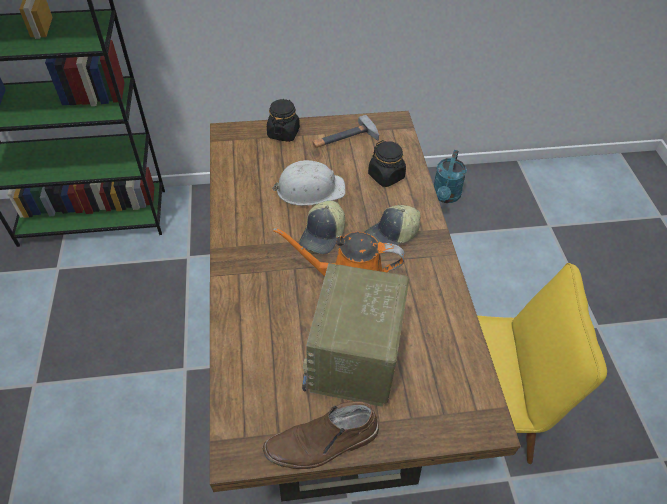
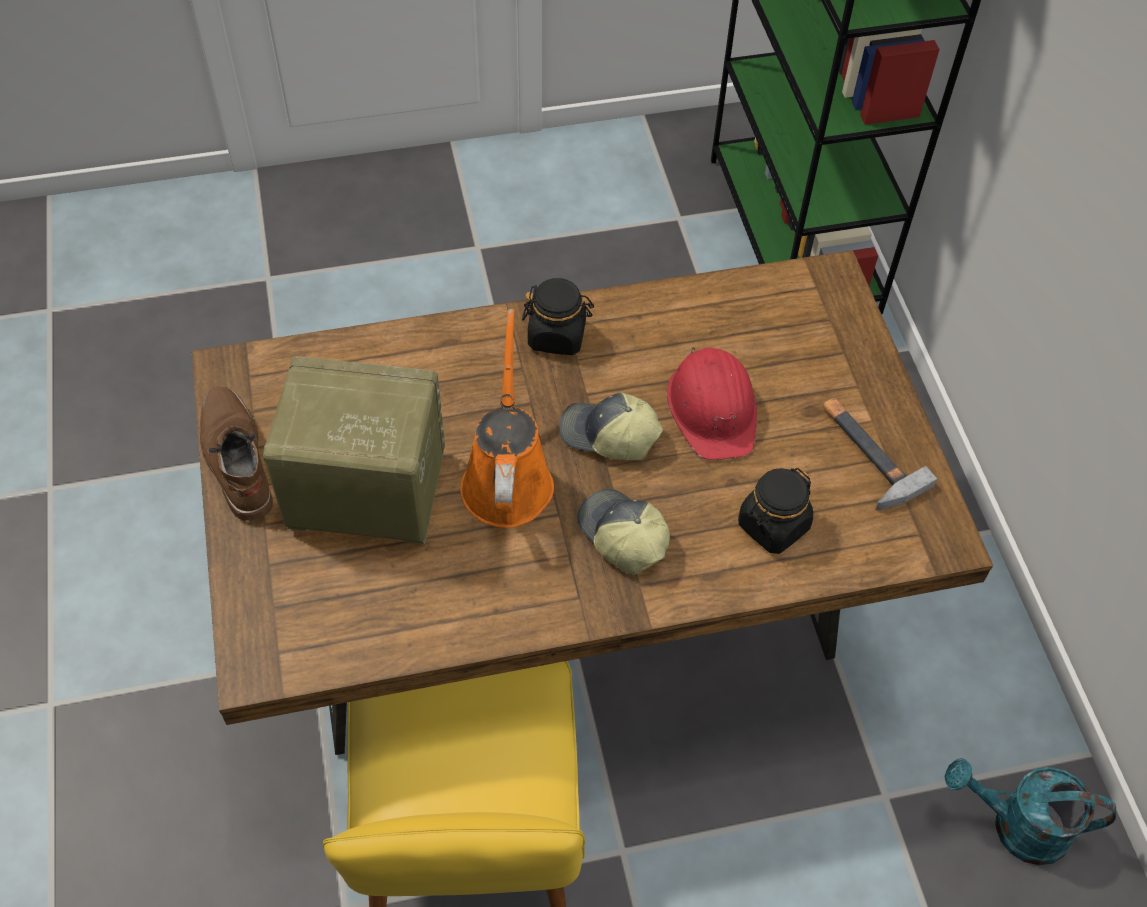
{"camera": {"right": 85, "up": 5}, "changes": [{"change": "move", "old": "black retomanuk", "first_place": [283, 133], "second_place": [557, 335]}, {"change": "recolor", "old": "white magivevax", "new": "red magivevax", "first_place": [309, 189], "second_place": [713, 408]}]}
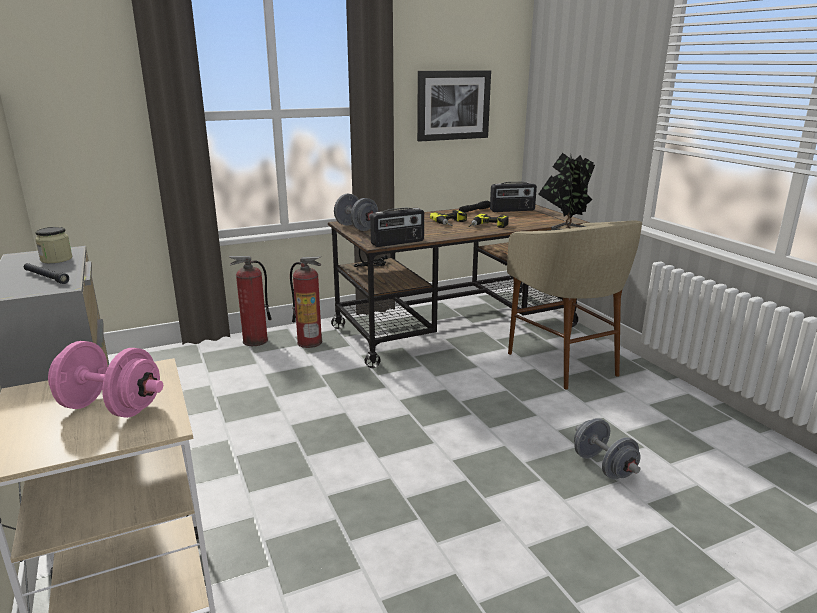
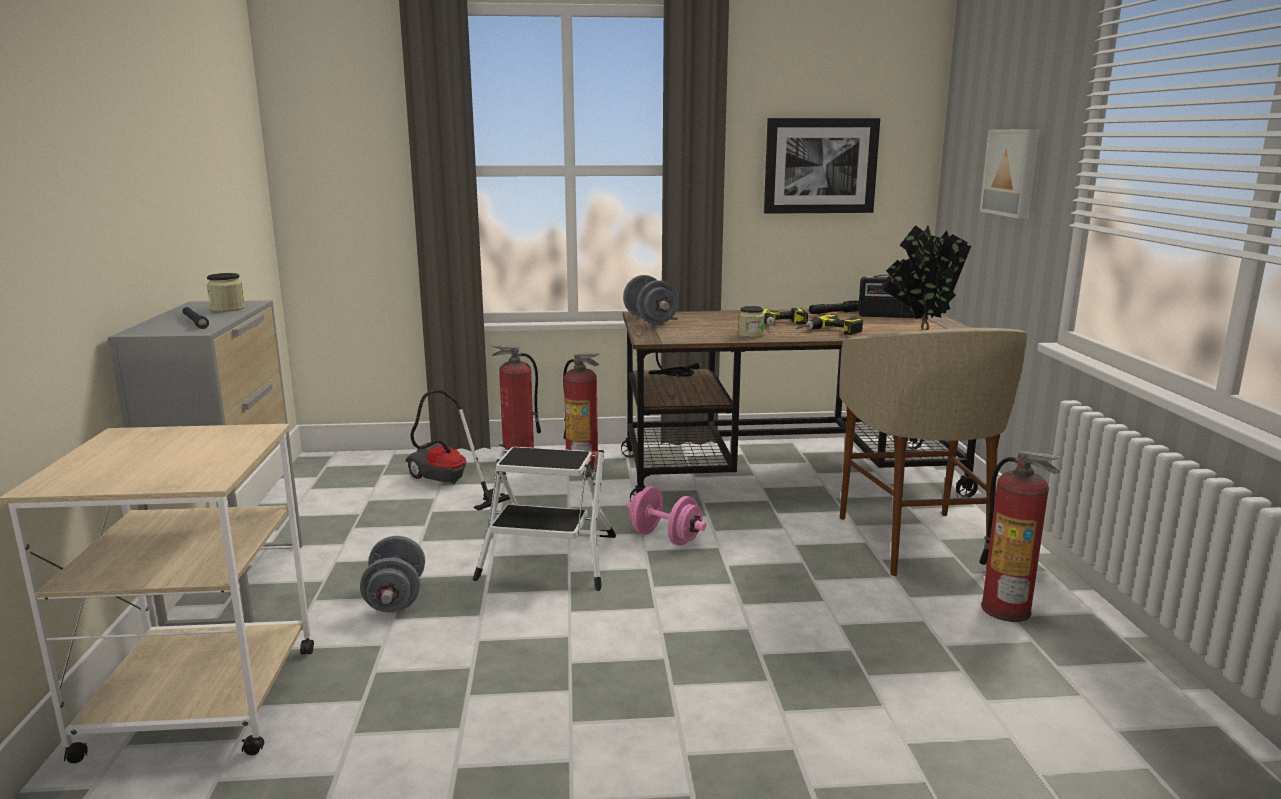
{"camera": {"right": 20, "up": -5}, "changes": [{"change": "move", "old": "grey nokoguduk", "first_place": [603, 466], "second_place": [395, 598]}, {"change": "insert", "new": "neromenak", "second_place": [447, 484]}, {"change": "insert", "new": "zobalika", "second_place": [550, 558]}, {"change": "move", "old": "pink nokoguduk", "first_place": [111, 408], "second_place": [665, 538]}, {"change": "insert", "new": "retomanuk", "second_place": [751, 335]}, {"change": "insert", "new": "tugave", "second_place": [1006, 609]}, {"change": "insert", "new": "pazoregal", "second_place": [1013, 172]}, {"change": "delete", "old": "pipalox", "first_place": [398, 243]}]}
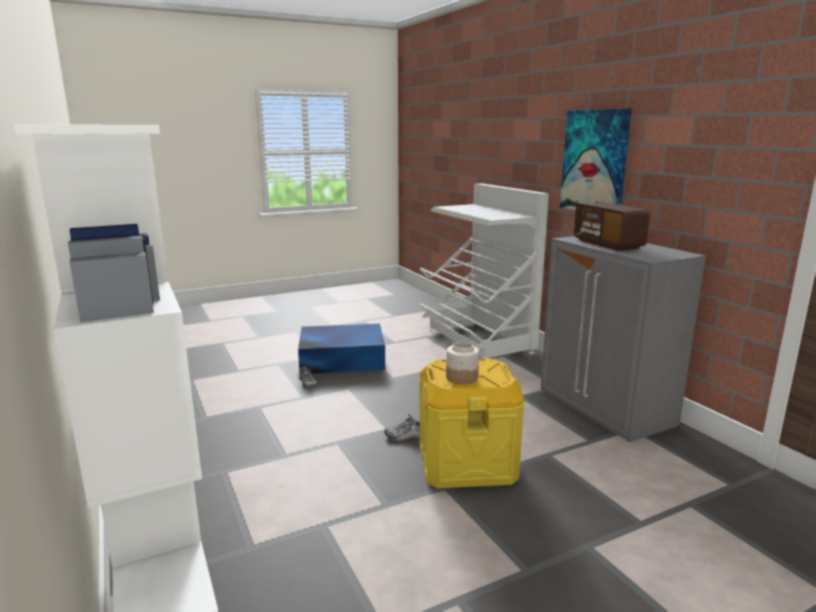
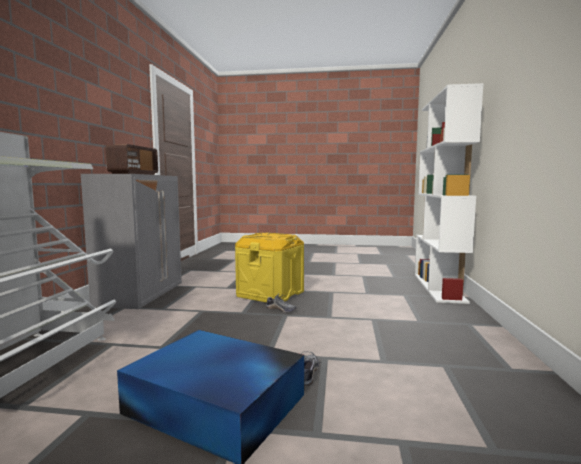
{"camera": {"right": -145, "up": -10}, "changes": [{"change": "delete", "old": "retomanuk", "first_place": [461, 377]}, {"change": "delete", "old": "pazoregal", "first_place": [595, 161]}]}
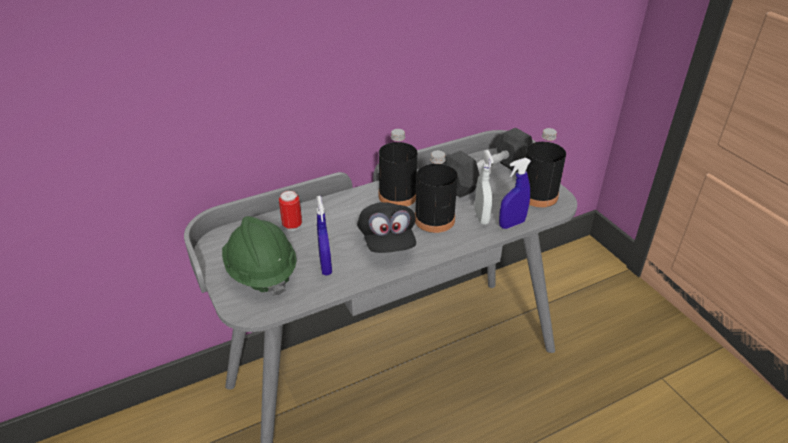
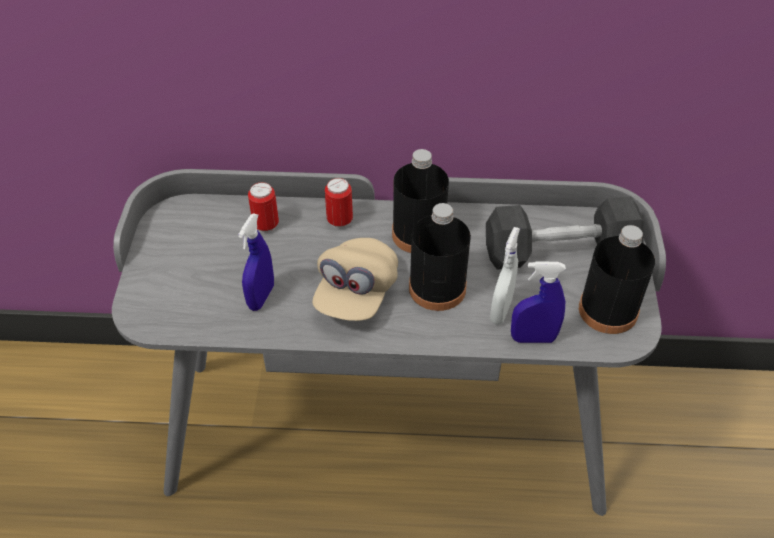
{"camera": {"right": 30, "up": 10}, "changes": [{"change": "recolor", "old": "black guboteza", "new": "beige guboteza", "first_place": [387, 241], "second_place": [356, 293]}, {"change": "insert", "new": "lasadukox", "second_place": [340, 221]}, {"change": "delete", "old": "green magivevax", "first_place": [261, 271]}]}
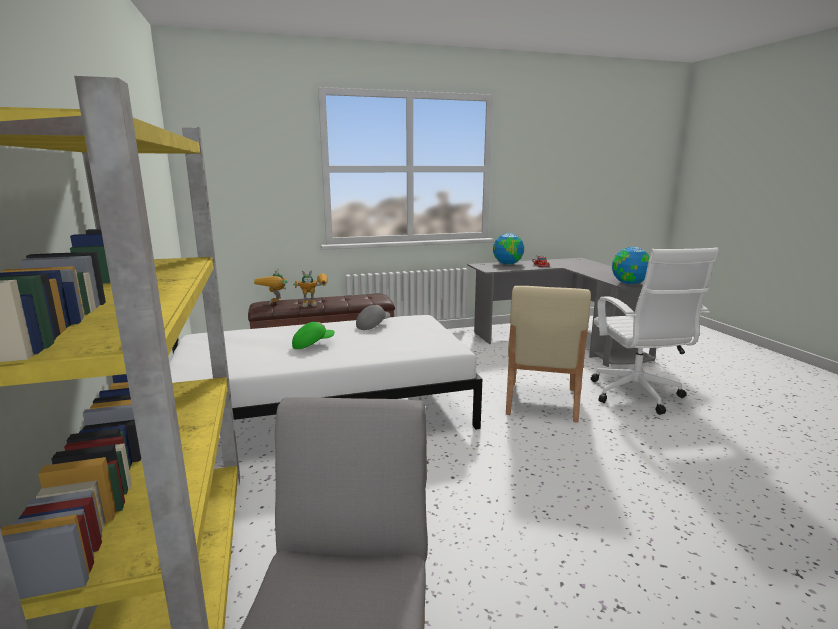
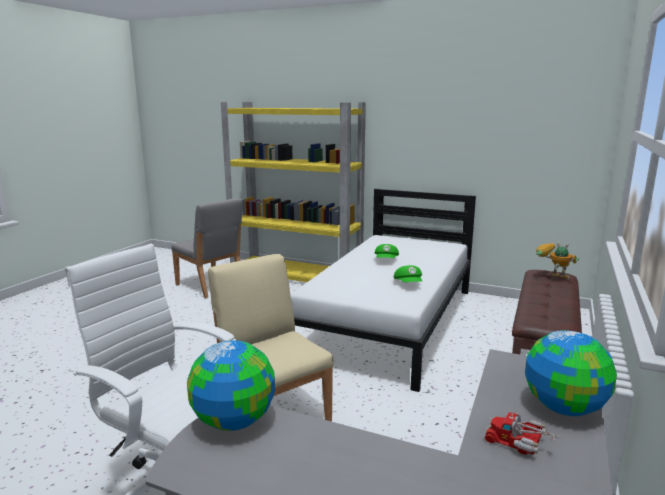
{"camera": {"right": 130, "up": 0}, "changes": [{"change": "recolor", "old": "grey guboteza", "new": "green guboteza", "first_place": [373, 325], "second_place": [408, 284]}, {"change": "delete", "old": "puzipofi", "first_place": [315, 304]}]}
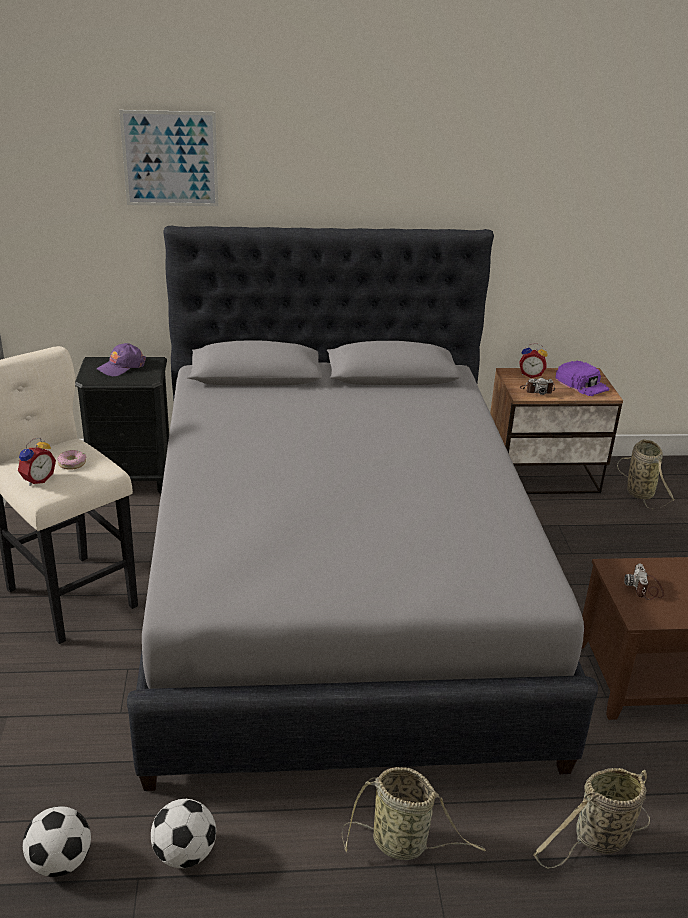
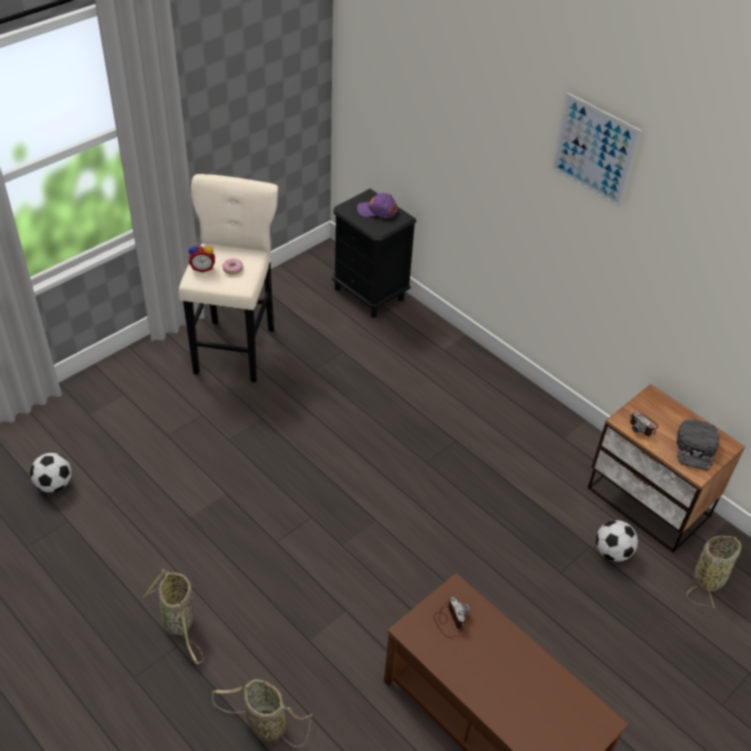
{"camera": {"right": 50, "up": 15}, "changes": [{"change": "rotate", "old": "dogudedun", "first_place": [645, 588], "second_place": [450, 620], "degrees": 105}, {"change": "move", "old": "pazoregal", "first_place": [170, 159], "second_place": [594, 150]}, {"change": "move", "old": "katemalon", "first_place": [185, 853], "second_place": [612, 552]}, {"change": "recolor", "old": "purple guboteza", "new": "black guboteza", "first_place": [582, 383], "second_place": [696, 448]}, {"change": "delete", "old": "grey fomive", "first_place": [339, 587]}, {"change": "delete", "old": "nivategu", "first_place": [531, 375]}]}
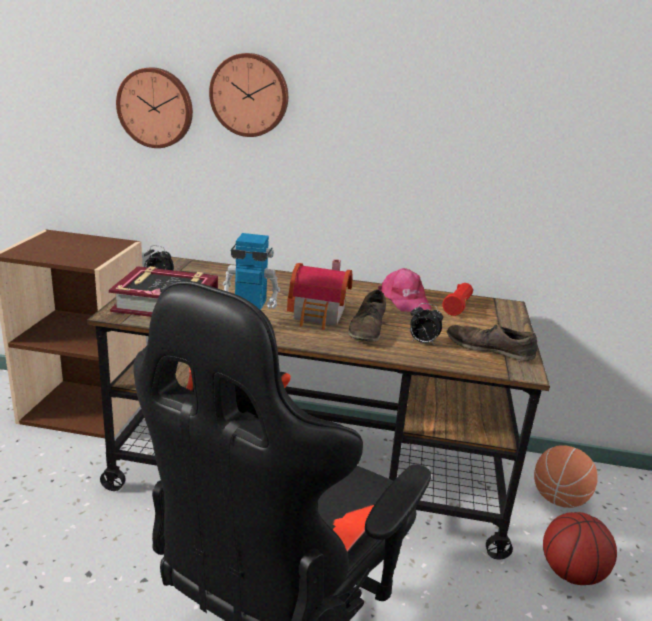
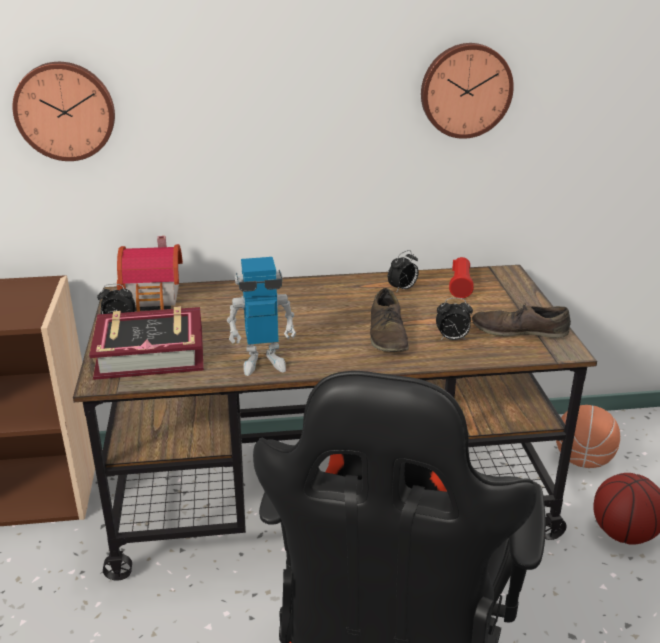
{"camera": {"right": -15, "up": 5}, "changes": [{"change": "move", "old": "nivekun", "first_place": [320, 315], "second_place": [155, 297]}, {"change": "replace", "old": "pink guboteza", "new": "nivategu", "first_place": [404, 300], "second_place": [402, 289]}, {"change": "move", "old": "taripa", "first_place": [250, 95], "second_place": [465, 90]}]}
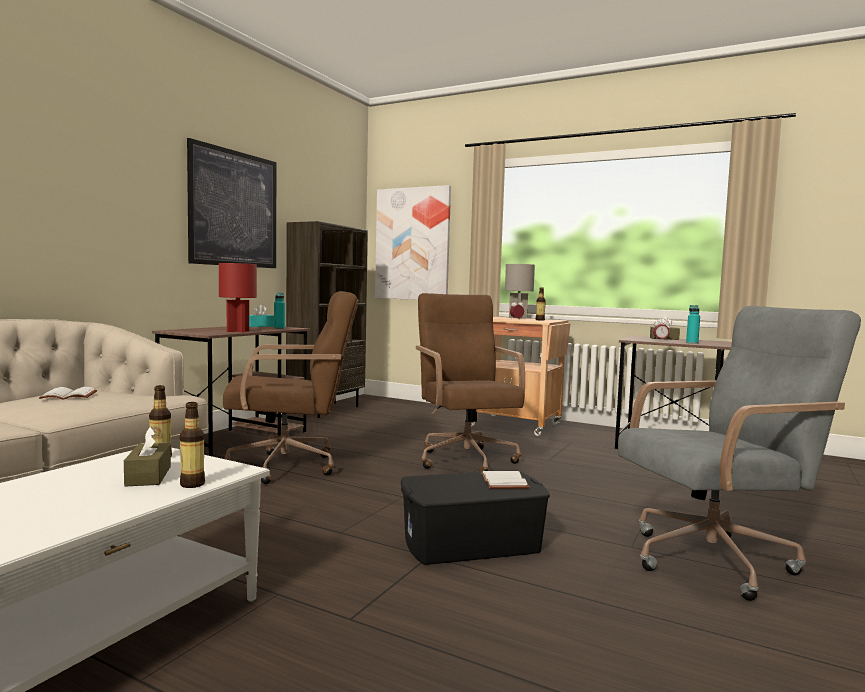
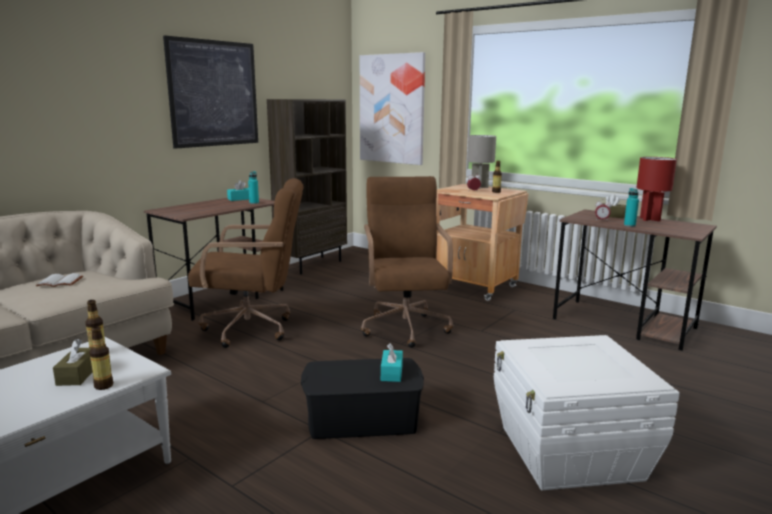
{"camera": {"right": 10, "up": 10}, "changes": [{"change": "replace", "old": "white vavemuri", "new": "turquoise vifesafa", "first_place": [505, 482], "second_place": [391, 372]}, {"change": "replace", "old": "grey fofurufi", "new": "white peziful", "first_place": [717, 560], "second_place": [569, 453]}, {"change": "move", "old": "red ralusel", "first_place": [238, 331], "second_place": [649, 219]}]}
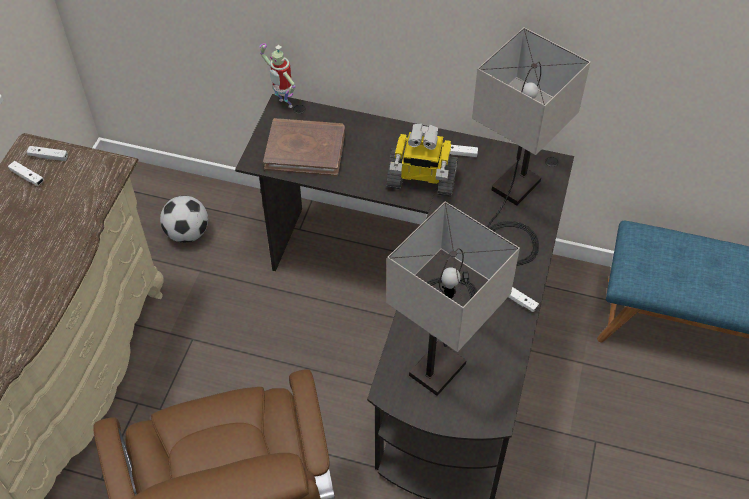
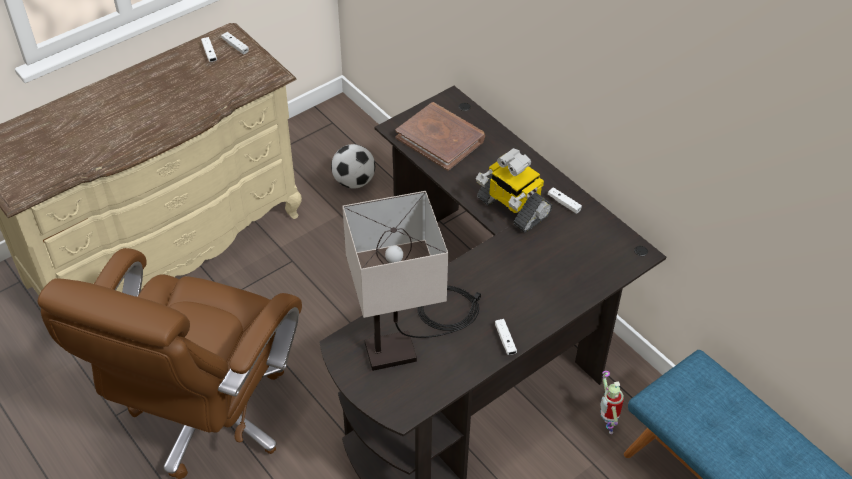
{"camera": {"right": 35, "up": -5}, "changes": [{"change": "move", "old": "puzipofi", "first_place": [283, 104], "second_place": [606, 426]}, {"change": "delete", "old": "ralusel", "first_place": [510, 210]}]}
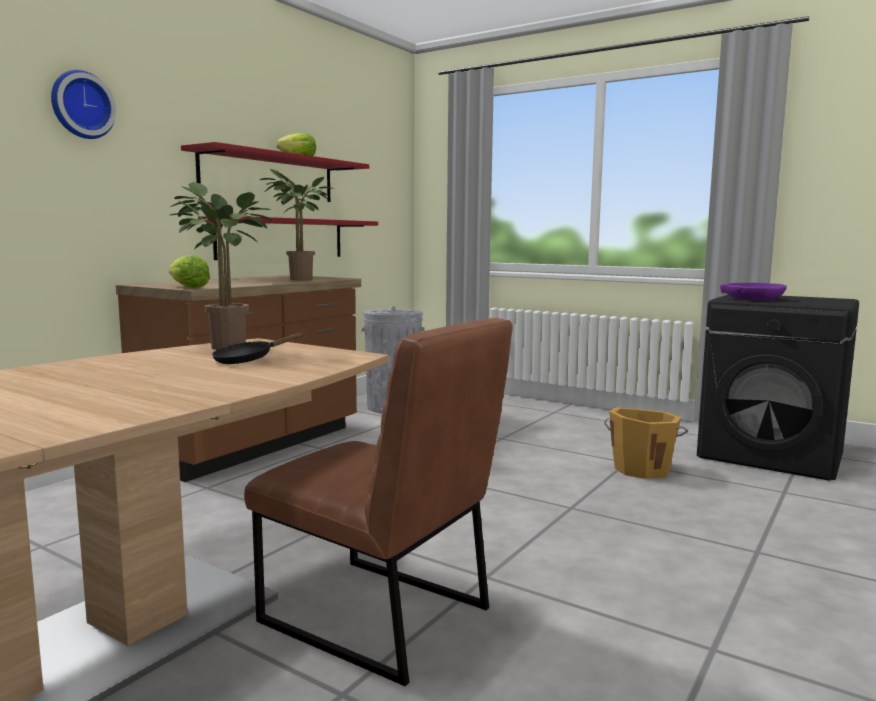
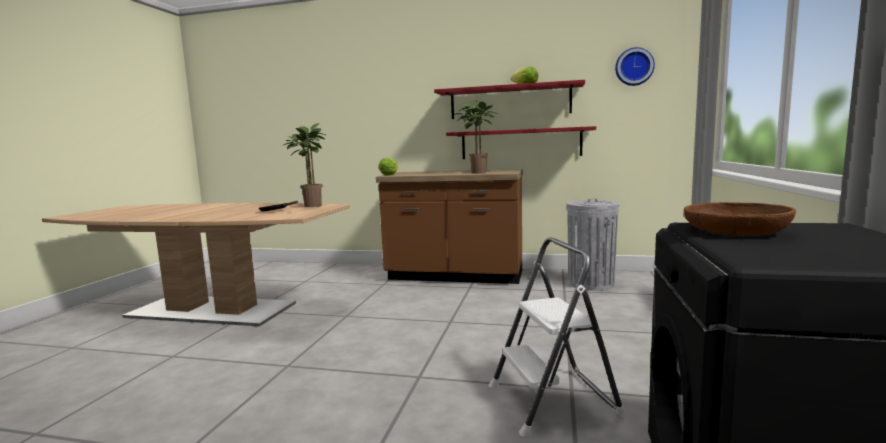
{"camera": {"right": 70, "up": 0}, "changes": [{"change": "replace", "old": "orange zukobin", "new": "white zobalika", "first_place": [642, 469], "second_place": [557, 399]}, {"change": "move", "old": "taripa", "first_place": [81, 105], "second_place": [634, 67]}, {"change": "recolor", "old": "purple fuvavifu", "new": "brown fuvavifu", "first_place": [753, 299], "second_place": [734, 231]}, {"change": "delete", "old": "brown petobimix", "first_place": [380, 617]}]}
